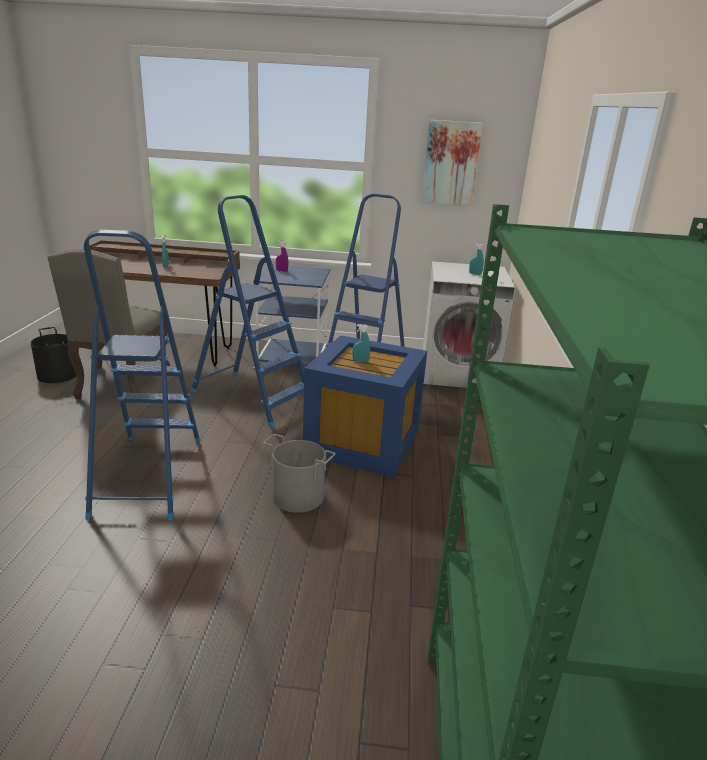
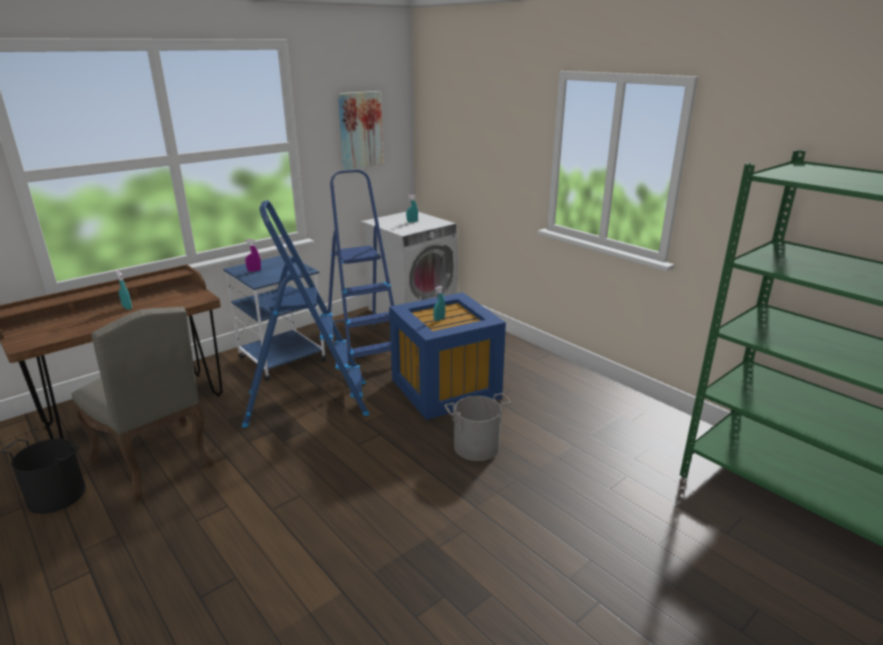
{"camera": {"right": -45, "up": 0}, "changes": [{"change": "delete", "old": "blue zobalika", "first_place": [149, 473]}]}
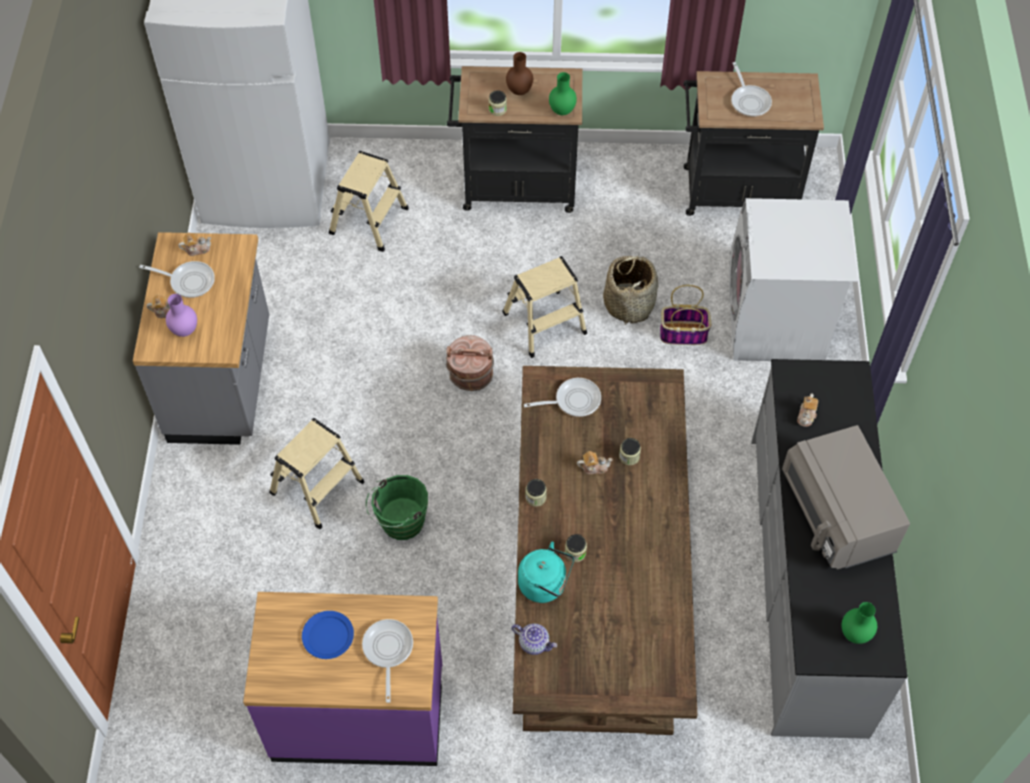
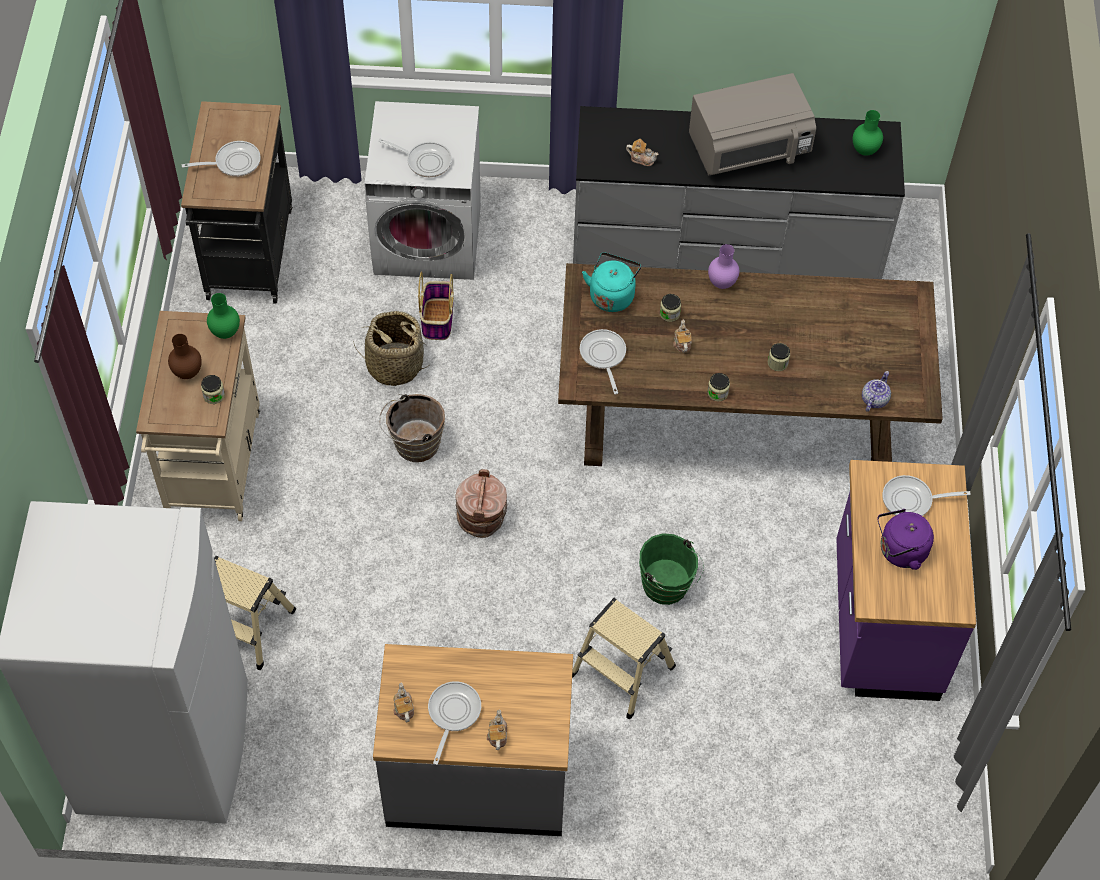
{"camera": {"right": -90, "up": 0}, "changes": [{"change": "recolor", "old": "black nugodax", "new": "beige nugodax", "first_place": [515, 187], "second_place": [213, 467]}, {"change": "insert", "new": "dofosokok", "second_place": [425, 161]}, {"change": "replace", "old": "beige zobalika", "new": "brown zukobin", "first_place": [544, 322], "second_place": [413, 445]}, {"change": "move", "old": "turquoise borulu", "first_place": [545, 584], "second_place": [612, 295]}, {"change": "move", "old": "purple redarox", "first_place": [184, 330], "second_place": [721, 284]}, {"change": "replace", "old": "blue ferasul", "new": "purple borulu", "first_place": [328, 635], "second_place": [900, 551]}]}
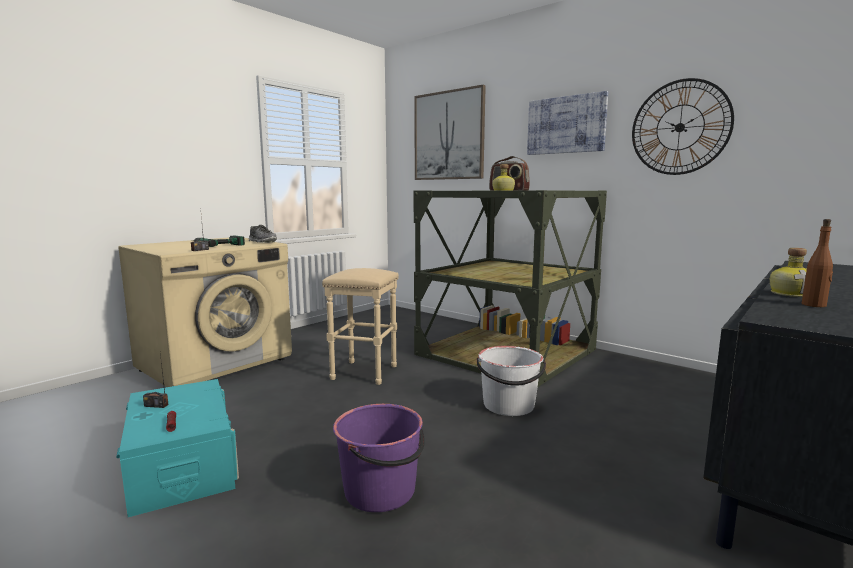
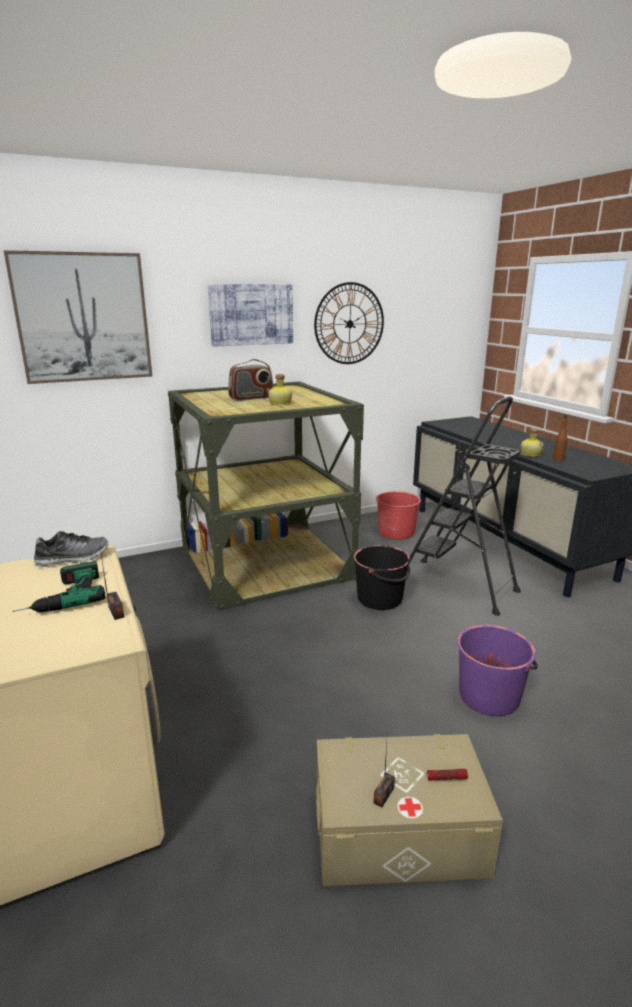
{"camera": {"right": -65, "up": 10}, "changes": [{"change": "recolor", "old": "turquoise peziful", "new": "beige peziful", "first_place": [182, 465], "second_place": [398, 831]}, {"change": "recolor", "old": "white zukobin", "new": "black zukobin", "first_place": [509, 405], "second_place": [380, 599]}, {"change": "insert", "new": "red zukobin", "second_place": [396, 532]}, {"change": "insert", "new": "zobalika", "second_place": [458, 586]}, {"change": "delete", "old": "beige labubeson", "first_place": [366, 372]}]}
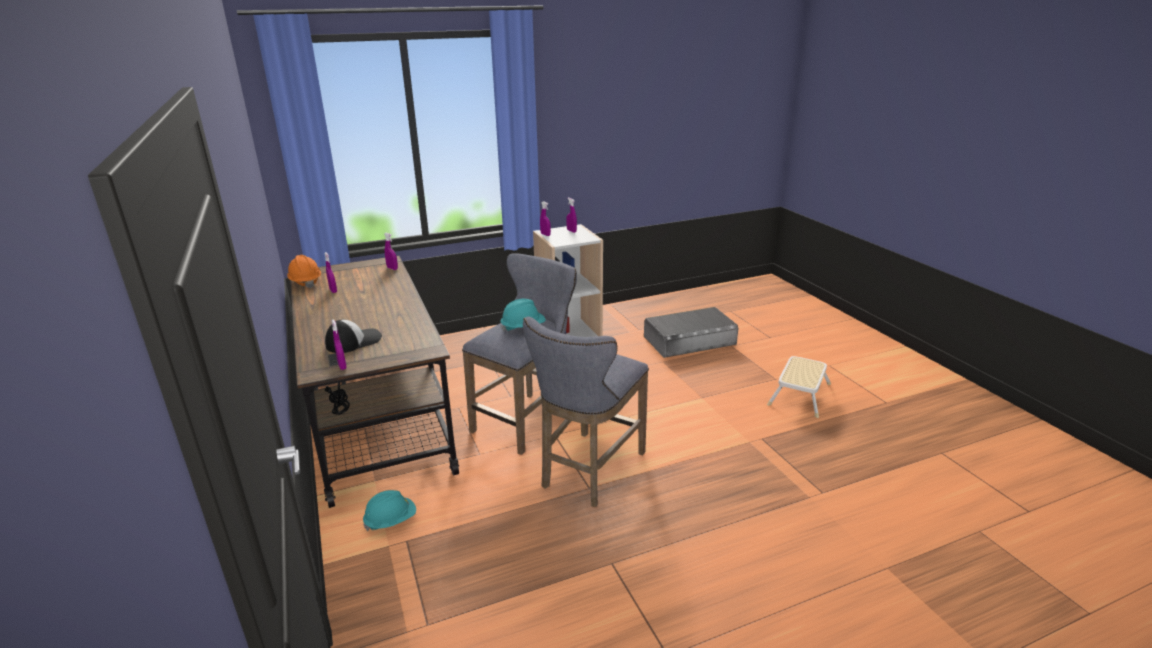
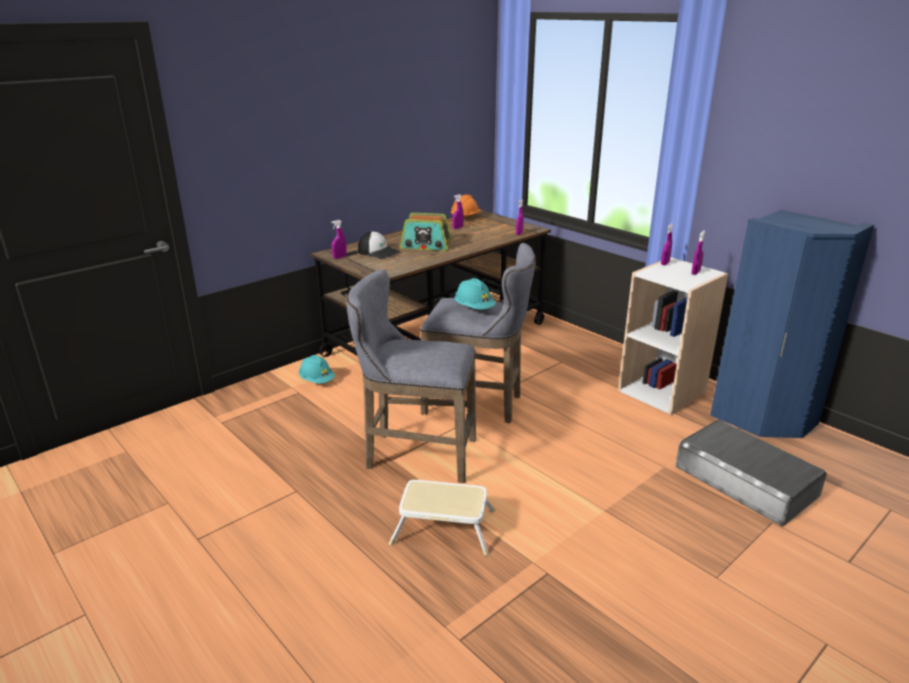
{"camera": {"right": 70, "up": 0}, "changes": [{"change": "move", "old": "beige zobalika", "first_place": [800, 394], "second_place": [443, 527]}, {"change": "insert", "new": "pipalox", "second_place": [425, 246]}, {"change": "insert", "new": "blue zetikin", "second_place": [763, 418]}]}
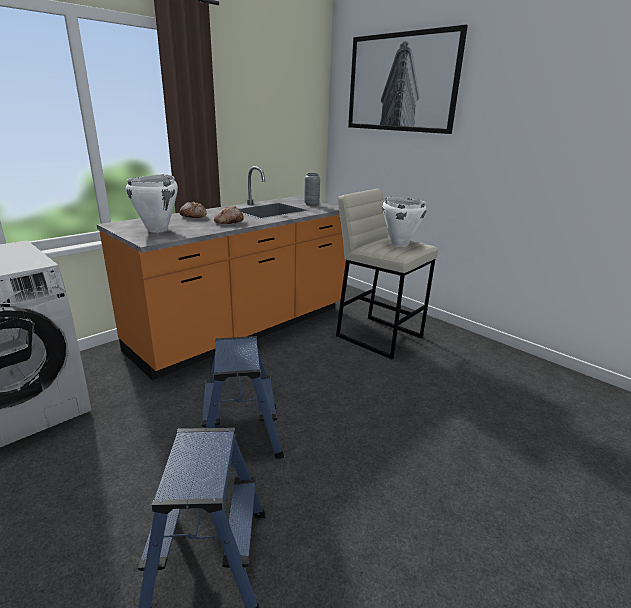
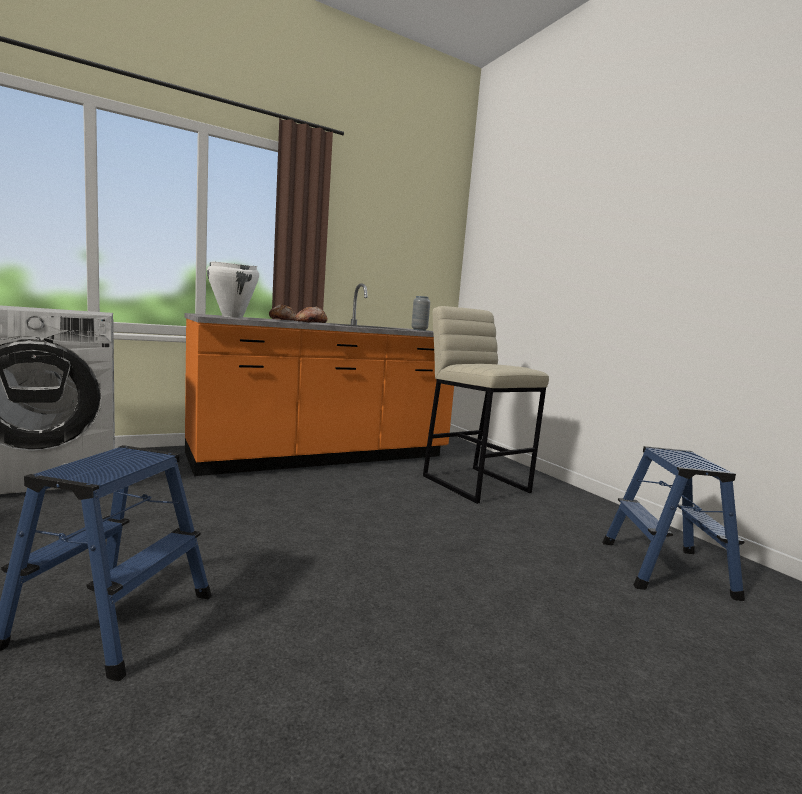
{"camera": {"right": 15, "up": -15}, "changes": [{"change": "move", "old": "blue zobalika", "first_place": [240, 433], "second_place": [666, 568]}, {"change": "delete", "old": "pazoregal", "first_place": [401, 83]}, {"change": "delete", "old": "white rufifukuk", "first_place": [399, 244]}]}
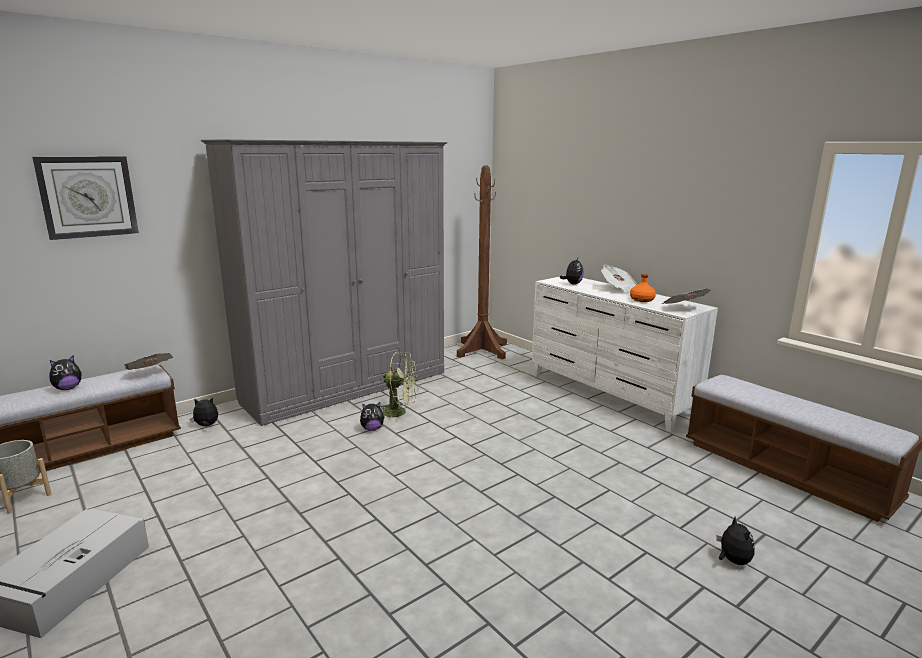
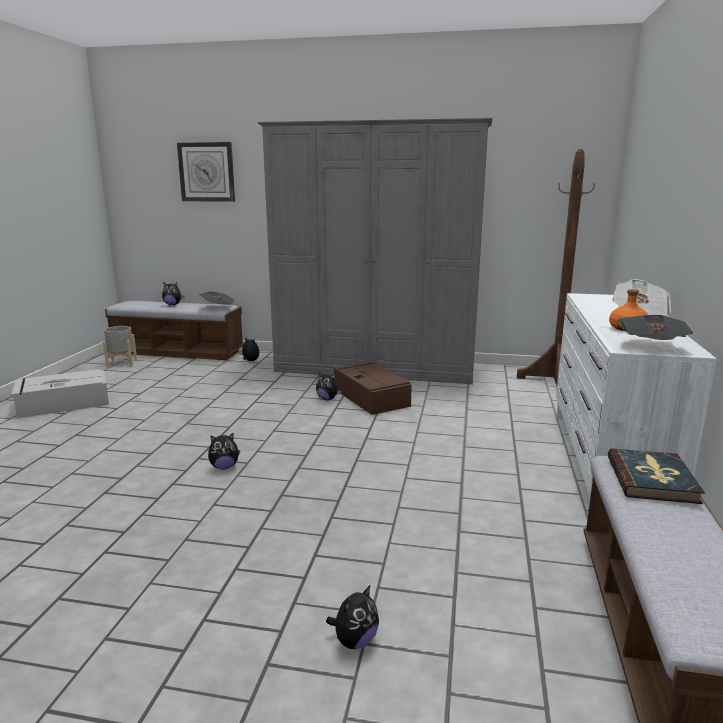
{"camera": {"right": 50, "up": 0}, "changes": [{"change": "move", "old": "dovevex", "first_place": [572, 284], "second_place": [224, 467]}, {"change": "replace", "old": "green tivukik", "new": "brown peziful", "first_place": [400, 412], "second_place": [370, 397]}, {"change": "insert", "new": "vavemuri", "second_place": [652, 479]}]}
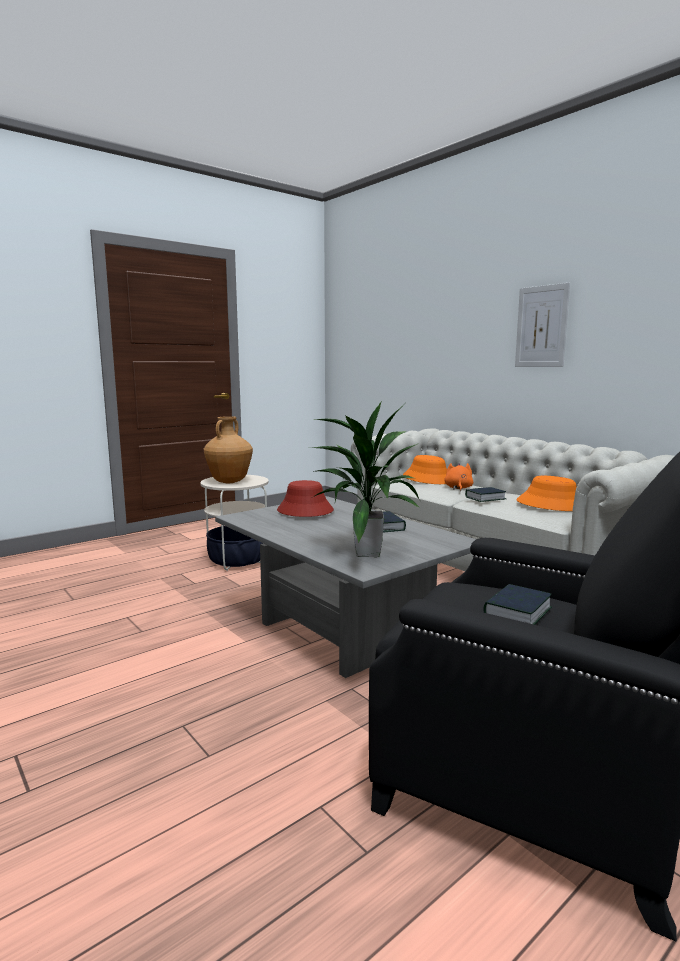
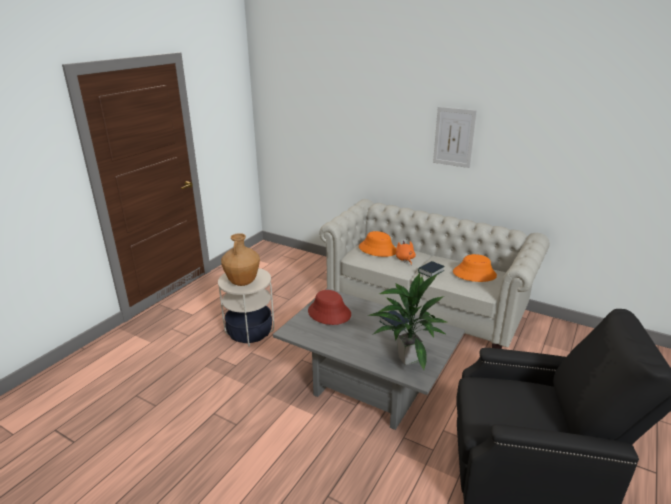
{"camera": {"right": -20, "up": 15}, "changes": [{"change": "delete", "old": "vavemuri", "first_place": [517, 612]}]}
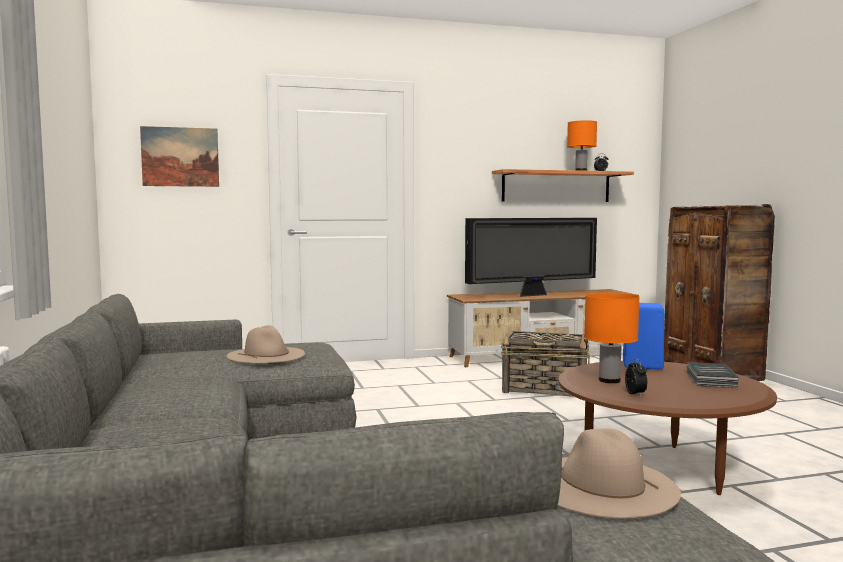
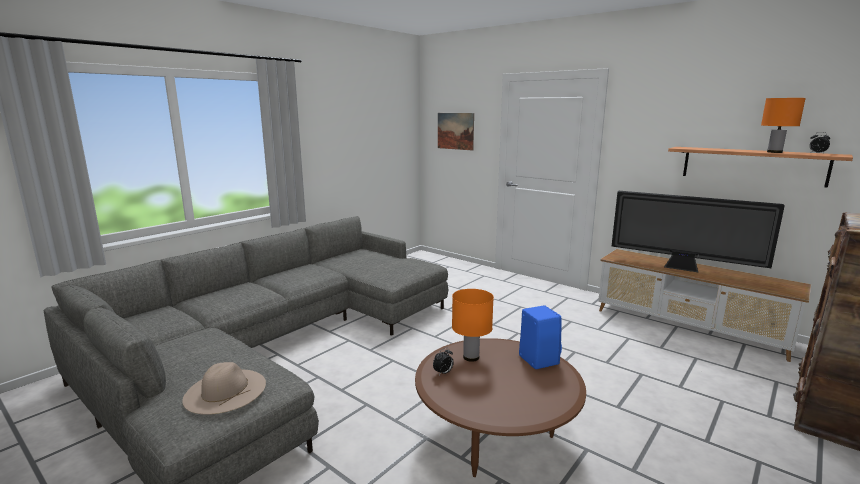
{"camera": {"right": 55, "up": 10}, "changes": [{"change": "delete", "old": "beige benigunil", "first_place": [266, 355]}, {"change": "delete", "old": "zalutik", "first_place": [545, 389]}, {"change": "delete", "old": "vavemuri", "first_place": [709, 379]}]}
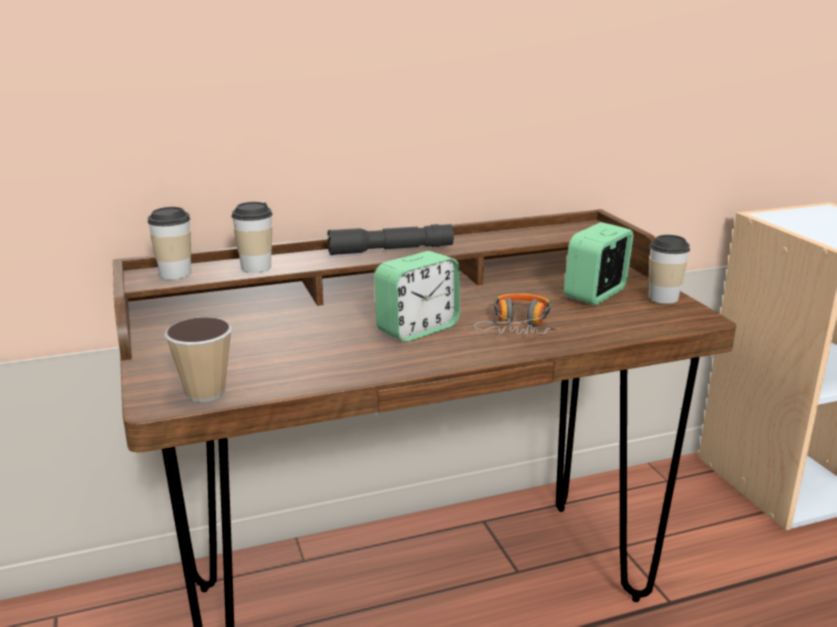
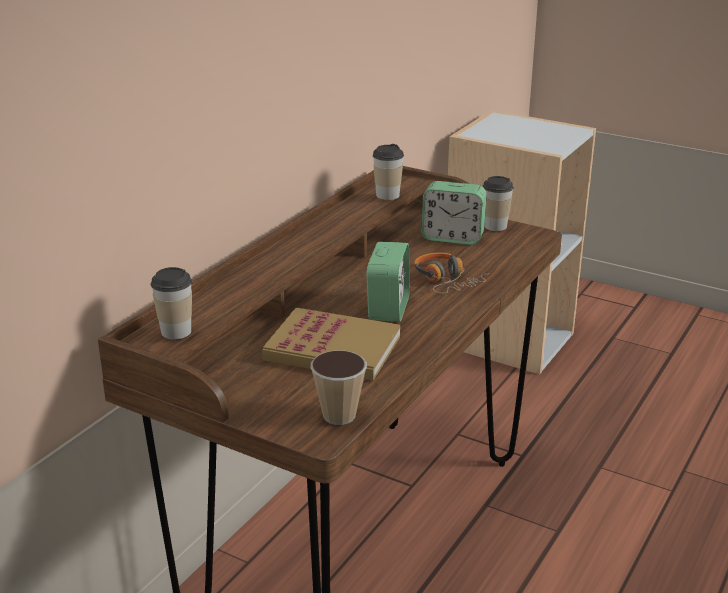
{"camera": {"right": -40, "up": 5}, "changes": [{"change": "insert", "new": "vavemuri", "second_place": [332, 349]}, {"change": "move", "old": "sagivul", "first_place": [256, 267], "second_place": [387, 195]}, {"change": "rotate", "old": "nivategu", "first_place": [596, 294], "second_place": [452, 237], "degrees": -75}, {"change": "delete", "old": "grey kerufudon", "first_place": [391, 250]}]}
